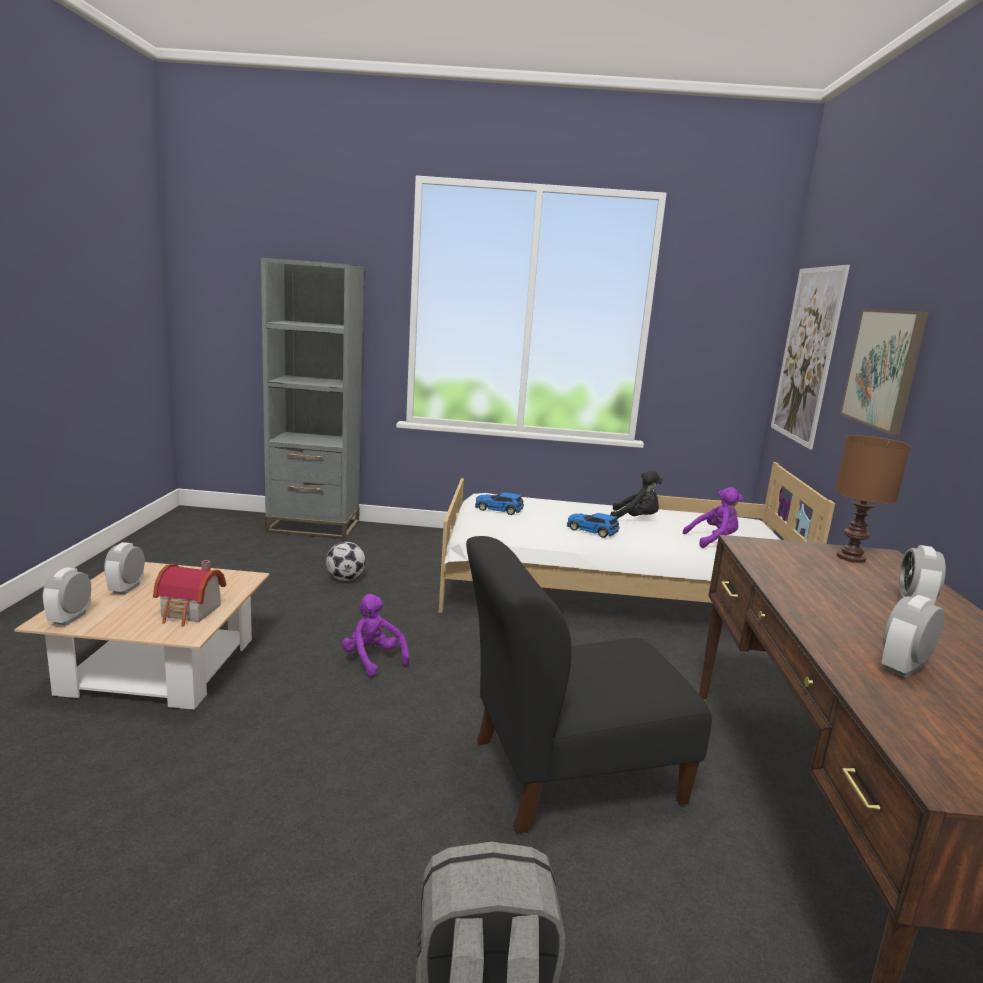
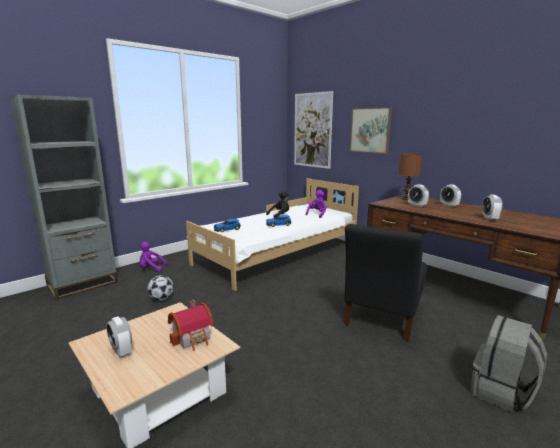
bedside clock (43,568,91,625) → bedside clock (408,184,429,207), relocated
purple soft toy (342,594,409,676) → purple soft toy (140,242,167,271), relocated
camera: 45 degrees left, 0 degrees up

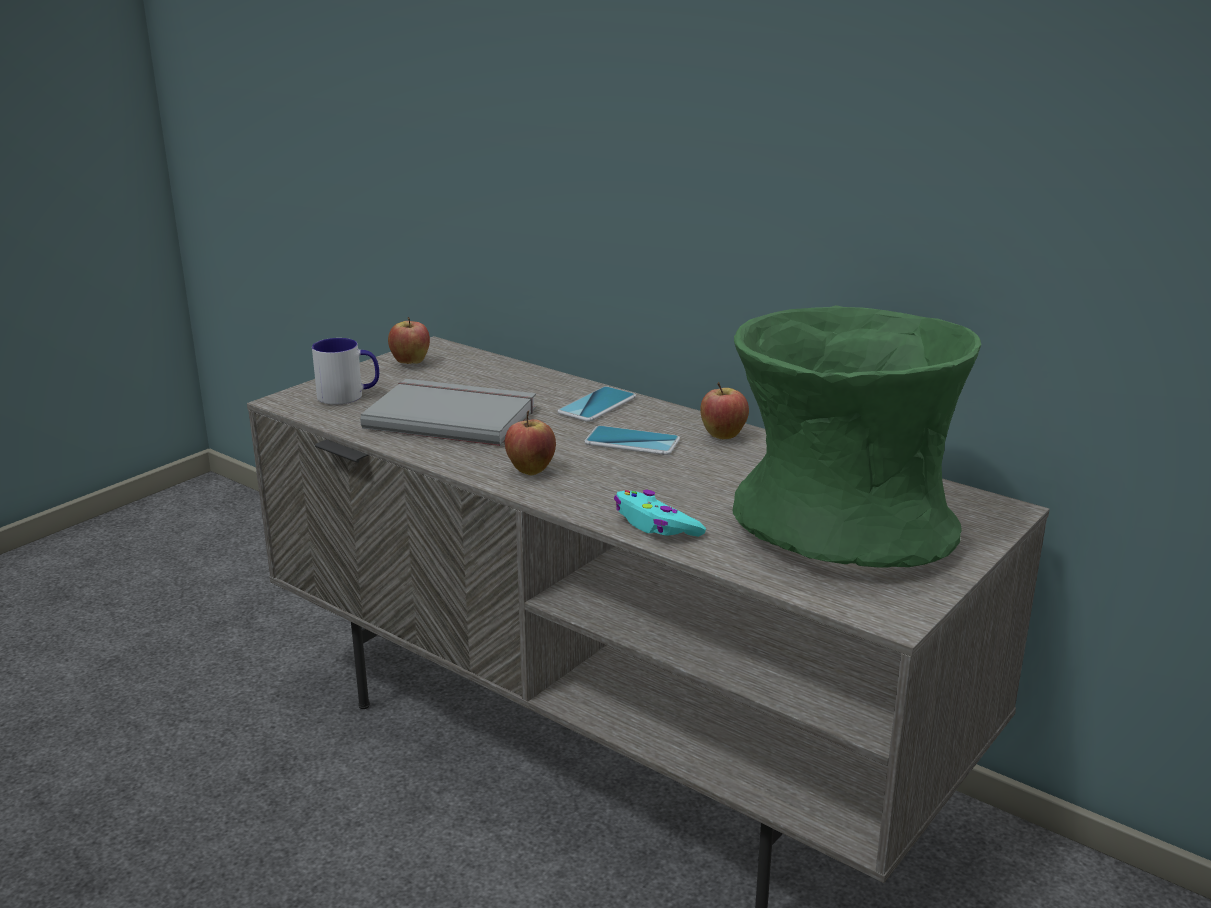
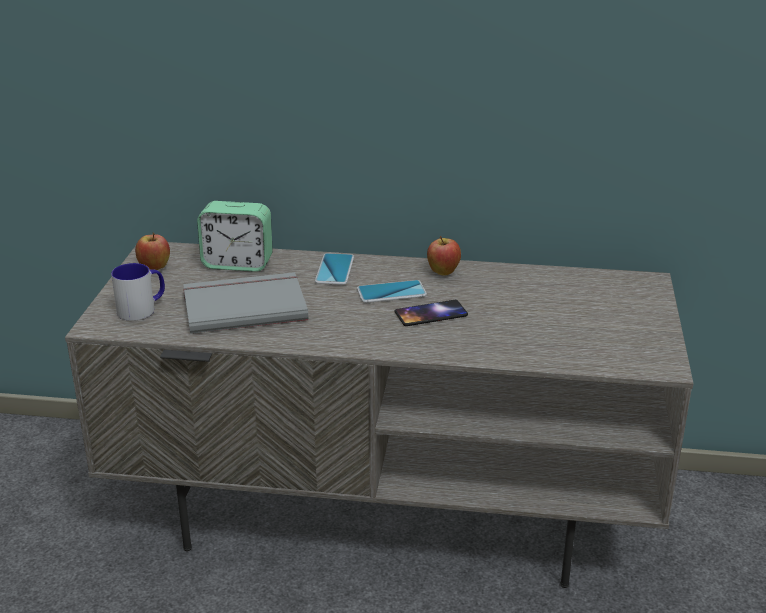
whole apple (505,411,556,475) → -
turquoise gamepad (614,490,706,537) → -
green vase (732,305,981,568) → -
- → bedside clock (197,201,273,272)
- → handset (395,300,468,326)
camera: 30 degrees left, 5 degrees up

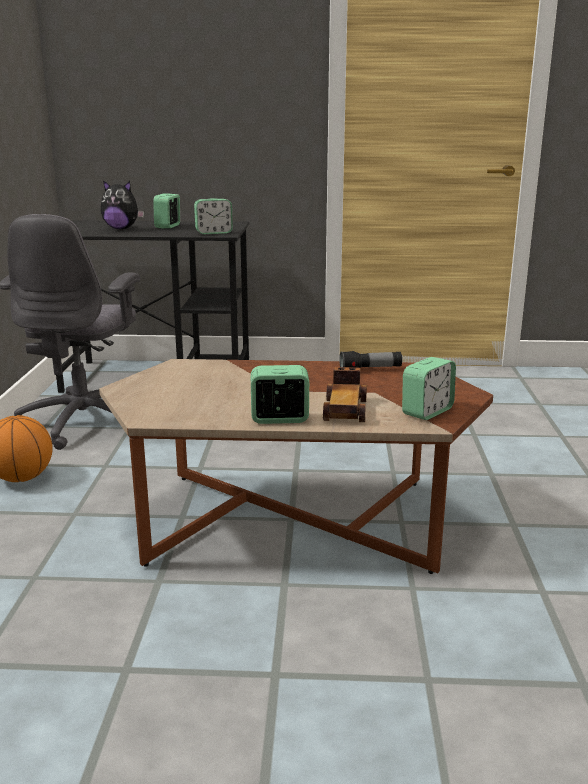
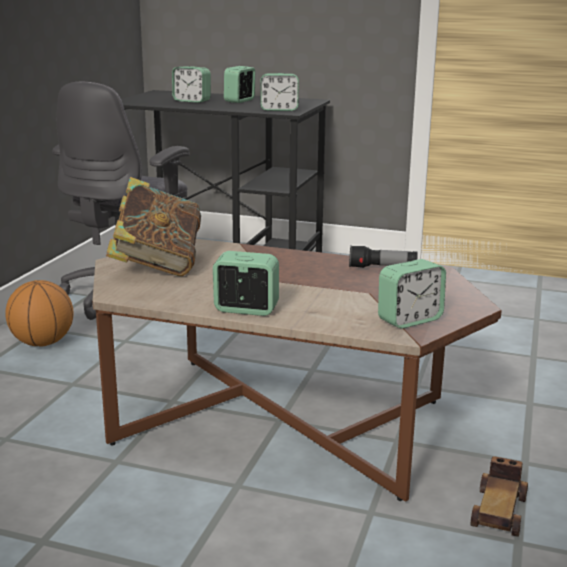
- → bound book (106,177,201,276)
model car (323,367,367,422) → model car (470,456,528,537), relocated
soft toy (101,181,144,229) → bedside clock (172,66,211,103)
camera: 15 degrees right, 0 degrees up

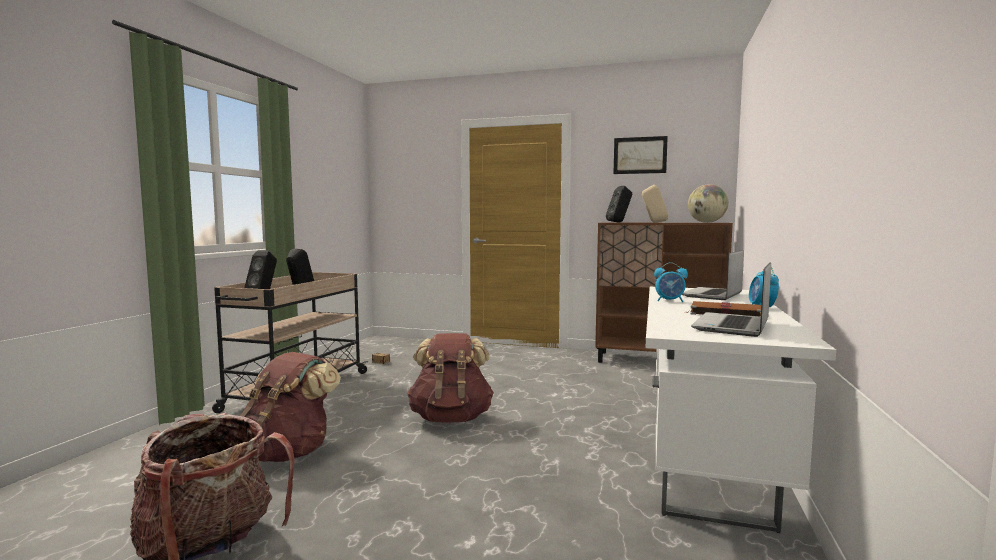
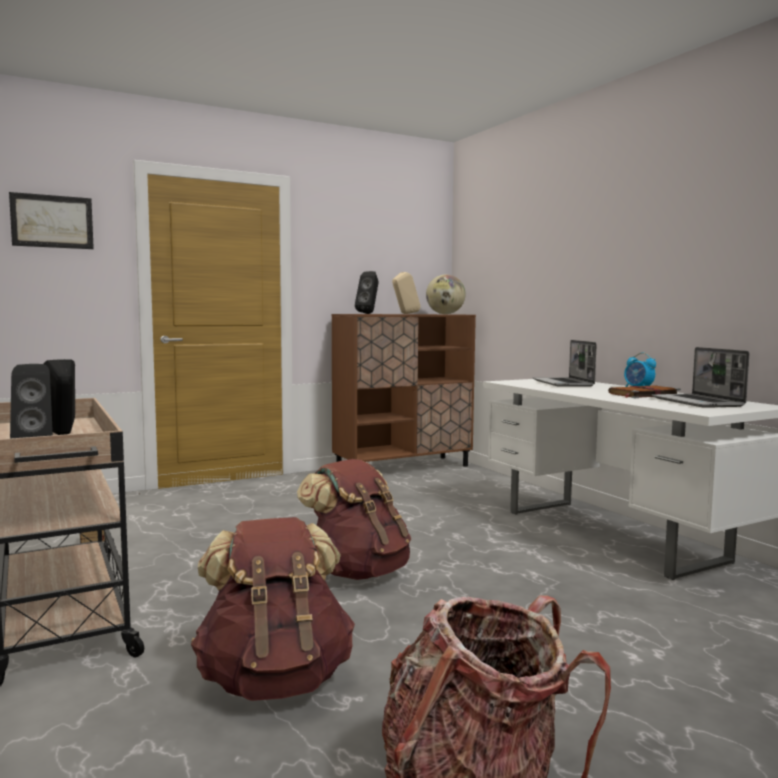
bedside clock (654,262,688,302) → -
picture (613,136,668,174) → picture (9,192,94,249), relocated
camera: 45 degrees left, 0 degrees up

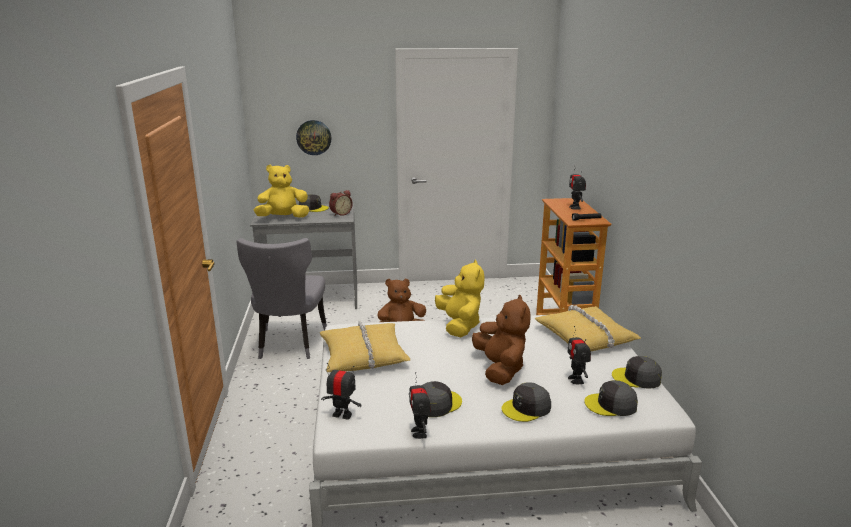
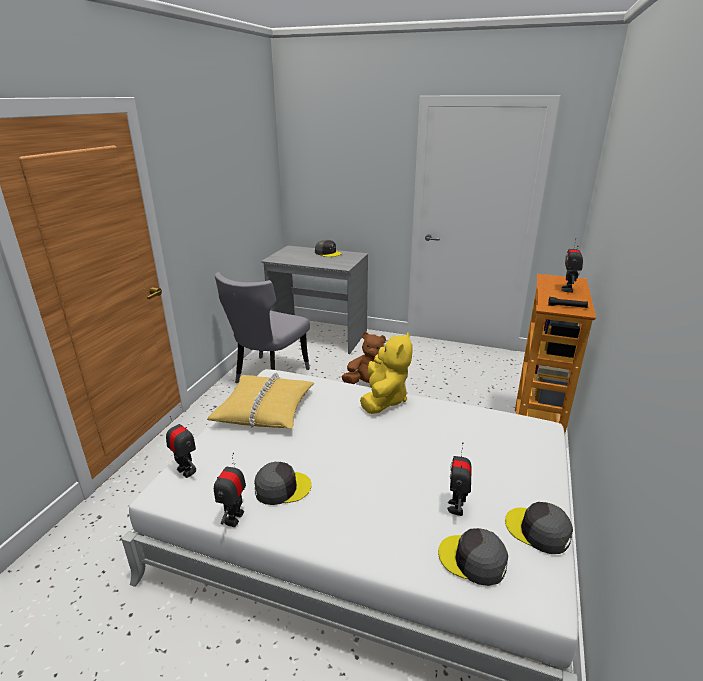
yellow-coloured soft toy (254,165,310,218) → -
wall clock (296,120,331,155) → -
bedside clock (329,190,353,216) → -
brown-coloured soft toy (472,295,531,385) → -
grey baseball cap (501,382,551,422) → -
yellow-coloured cushion (535,305,641,351) → -
camera: 25 degrees right, 5 degrees up

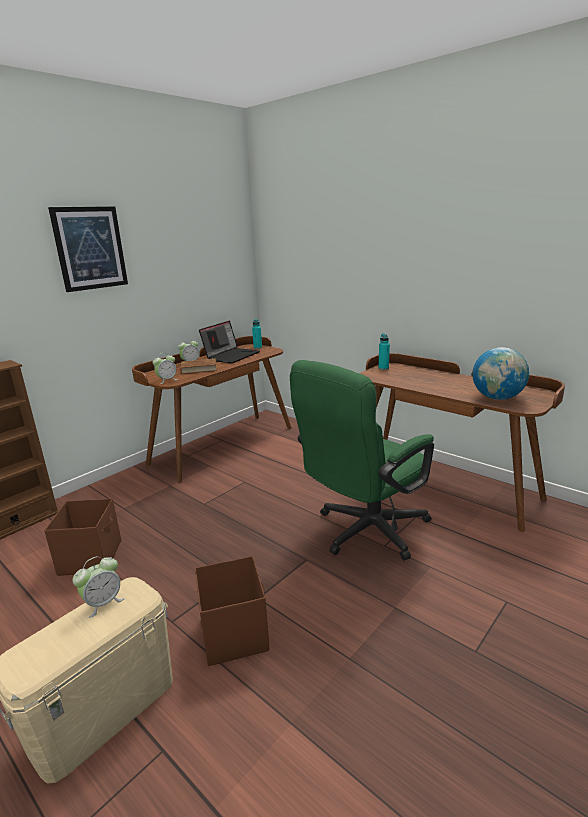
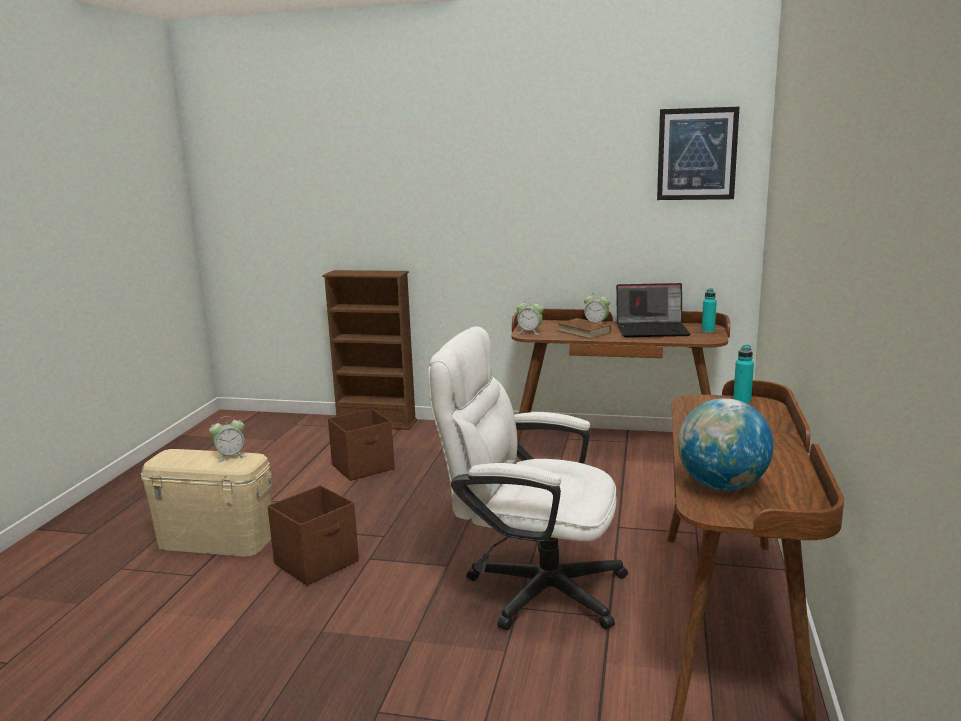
picture (48,206,128,292) → picture (657,107,740,200), relocated
green computer chair (290,360,434,560) → whitish computer chair (428,326,628,630)
bedside clock (72,556,125,618) → bedside clock (209,416,247,462), 45 degrees counterclockwise
camera: 60 degrees right, 5 degrees down

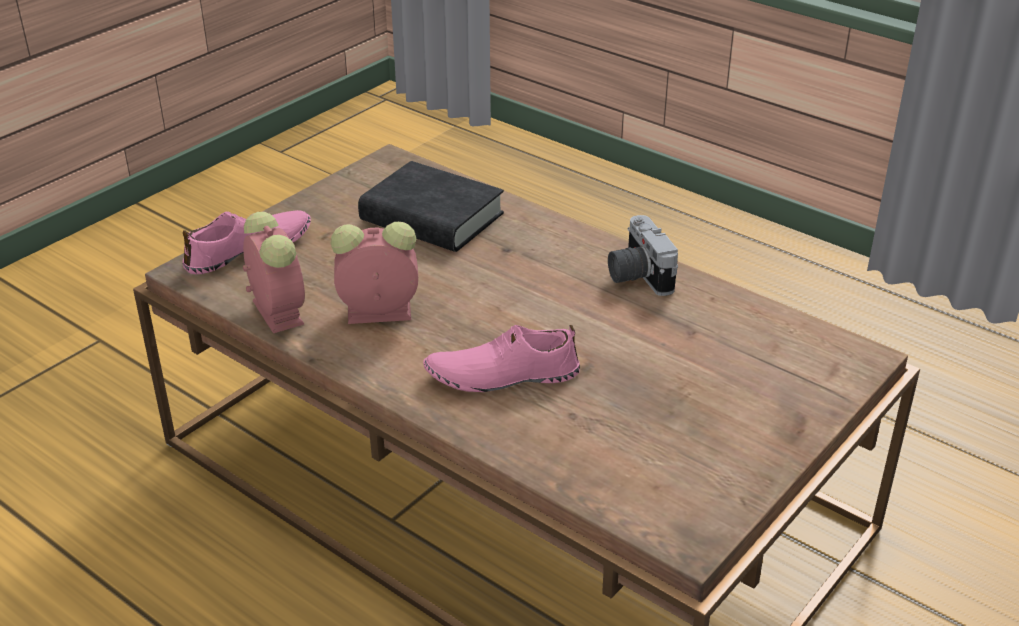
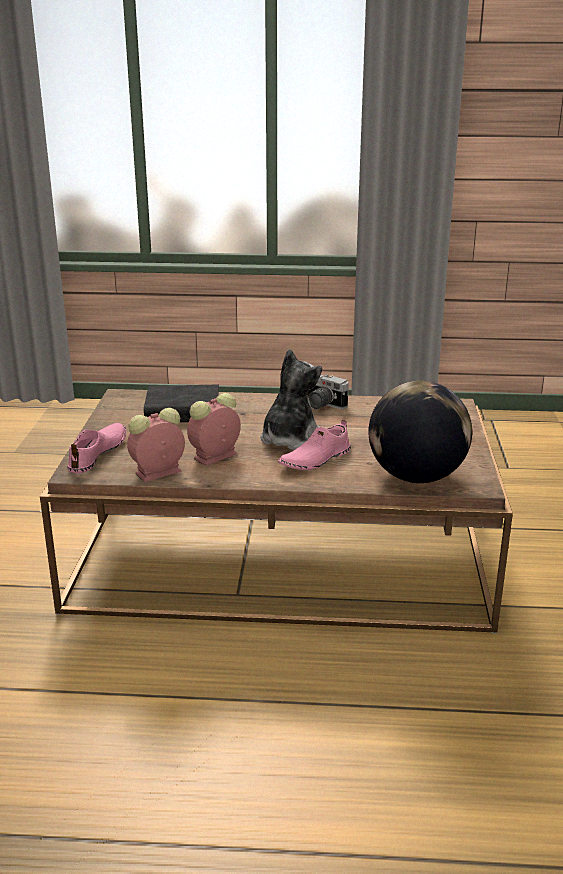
- → soft toy (260,349,322,450)
- → desk globe (368,381,472,483)
bedside clock (243,212,305,333) → bedside clock (127,408,185,482), 60 degrees counterclockwise
camera: 35 degrees left, 10 degrees down

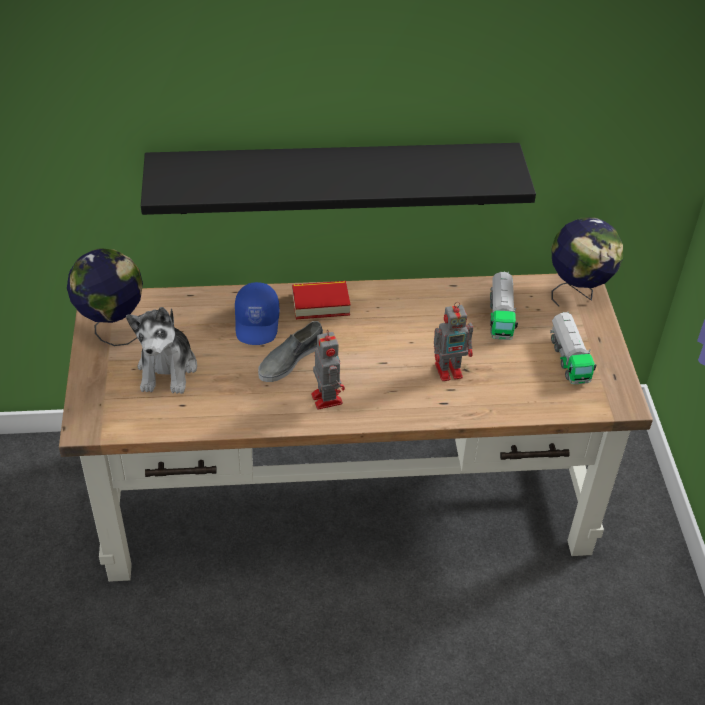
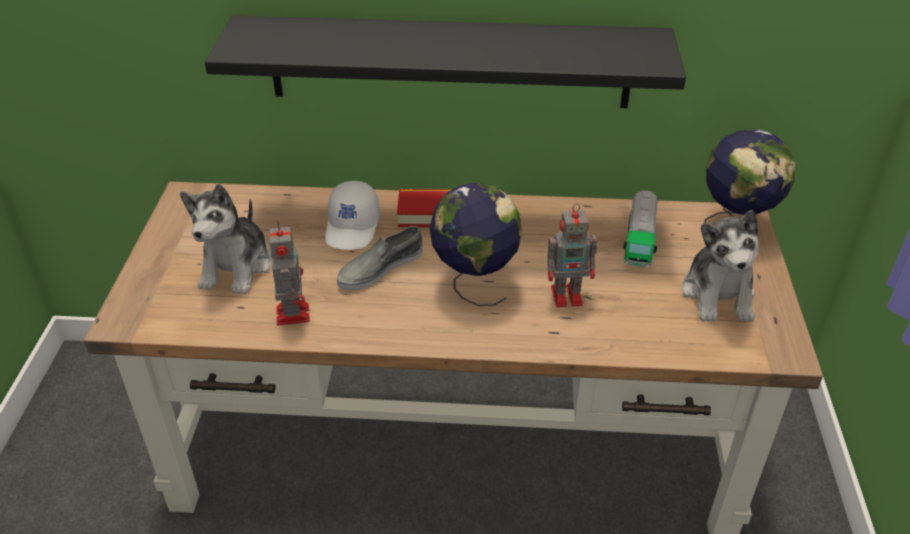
desk globe (67,248,143,346) → desk globe (430,182,522,306), relocated
toy robot (311,329,345,410) → toy robot (269,221,310,325), relocated
model truck (550,312,596,384) → soft toy (682,210,759,322)
blue-coloured baseball cap (235,282,279,345) → whitish baseball cap (325,181,380,250)
camera: 10 degrees right, 5 degrees down

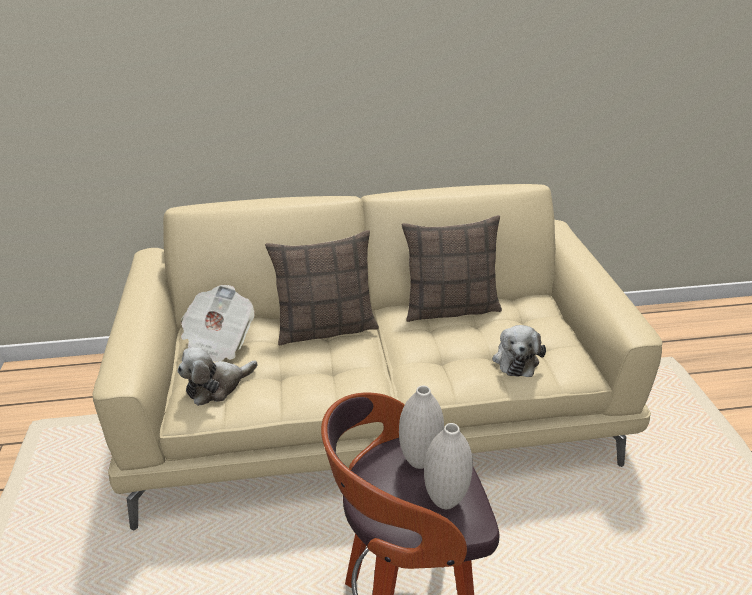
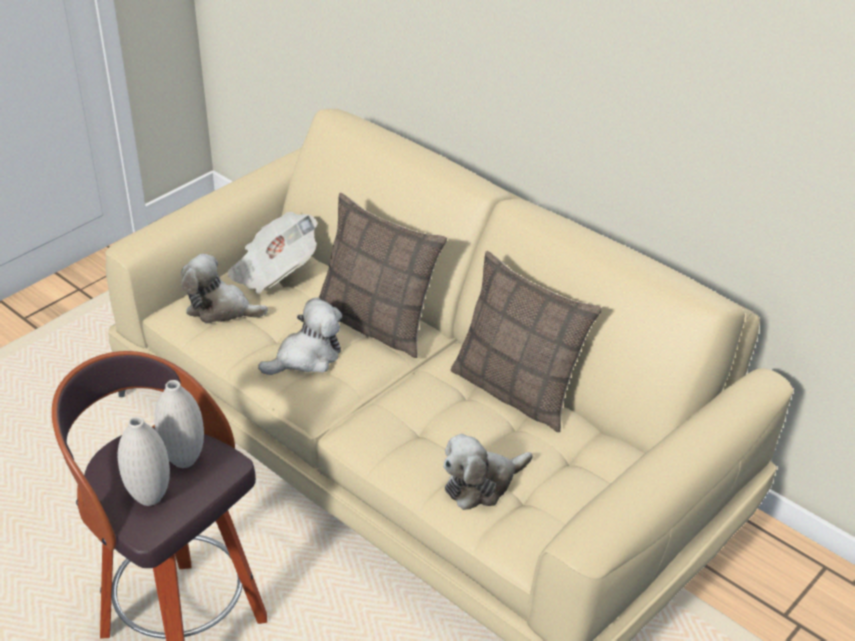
- → soft toy (258,298,342,375)
camera: 50 degrees right, 5 degrees up

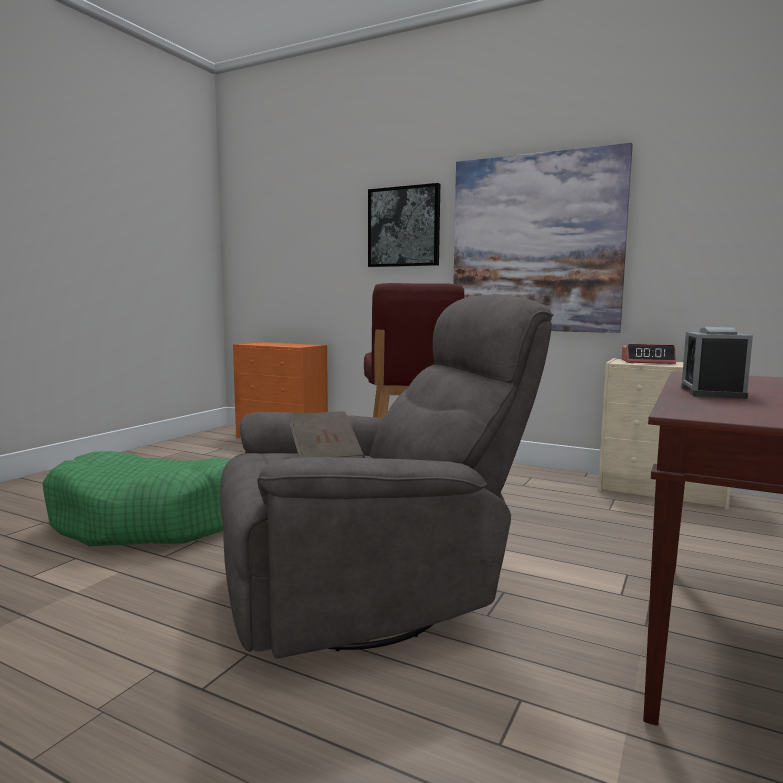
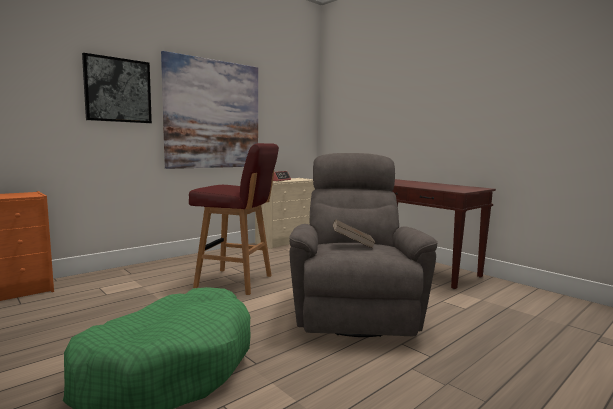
bedside clock (681,327,753,399) → -
camera: 70 degrees left, 0 degrees up

